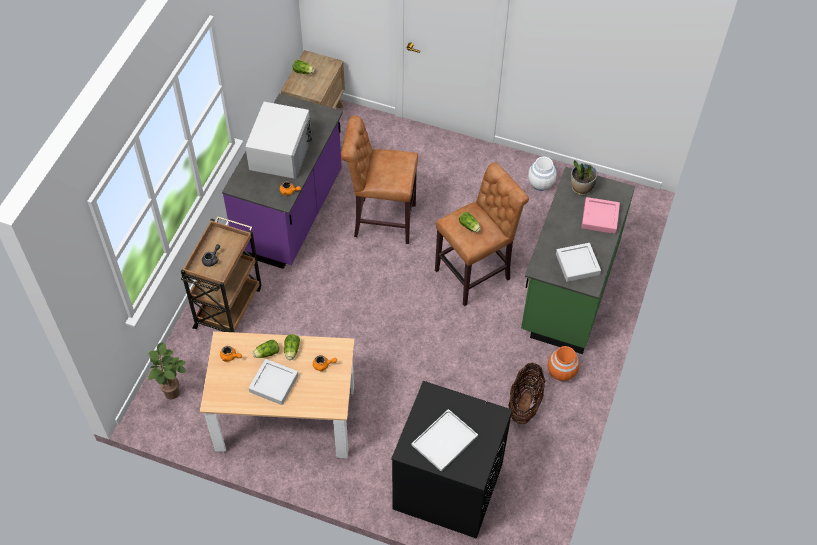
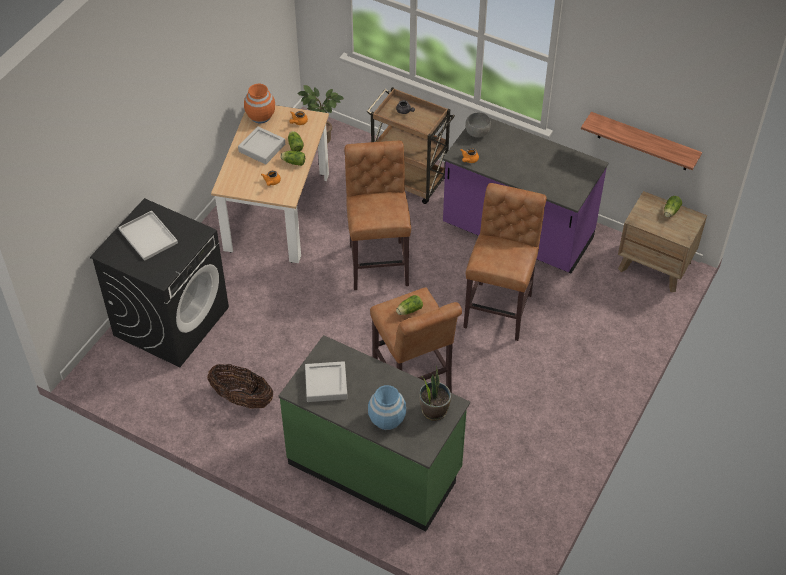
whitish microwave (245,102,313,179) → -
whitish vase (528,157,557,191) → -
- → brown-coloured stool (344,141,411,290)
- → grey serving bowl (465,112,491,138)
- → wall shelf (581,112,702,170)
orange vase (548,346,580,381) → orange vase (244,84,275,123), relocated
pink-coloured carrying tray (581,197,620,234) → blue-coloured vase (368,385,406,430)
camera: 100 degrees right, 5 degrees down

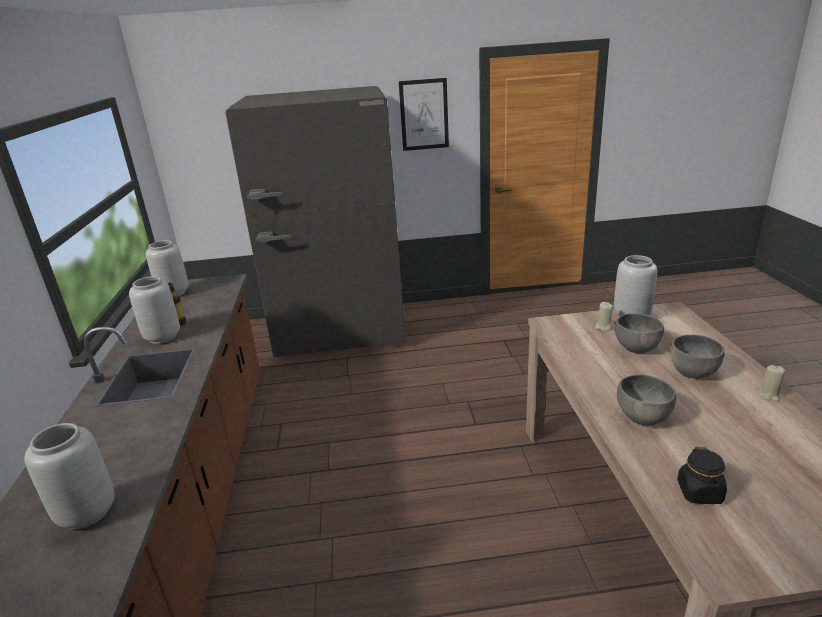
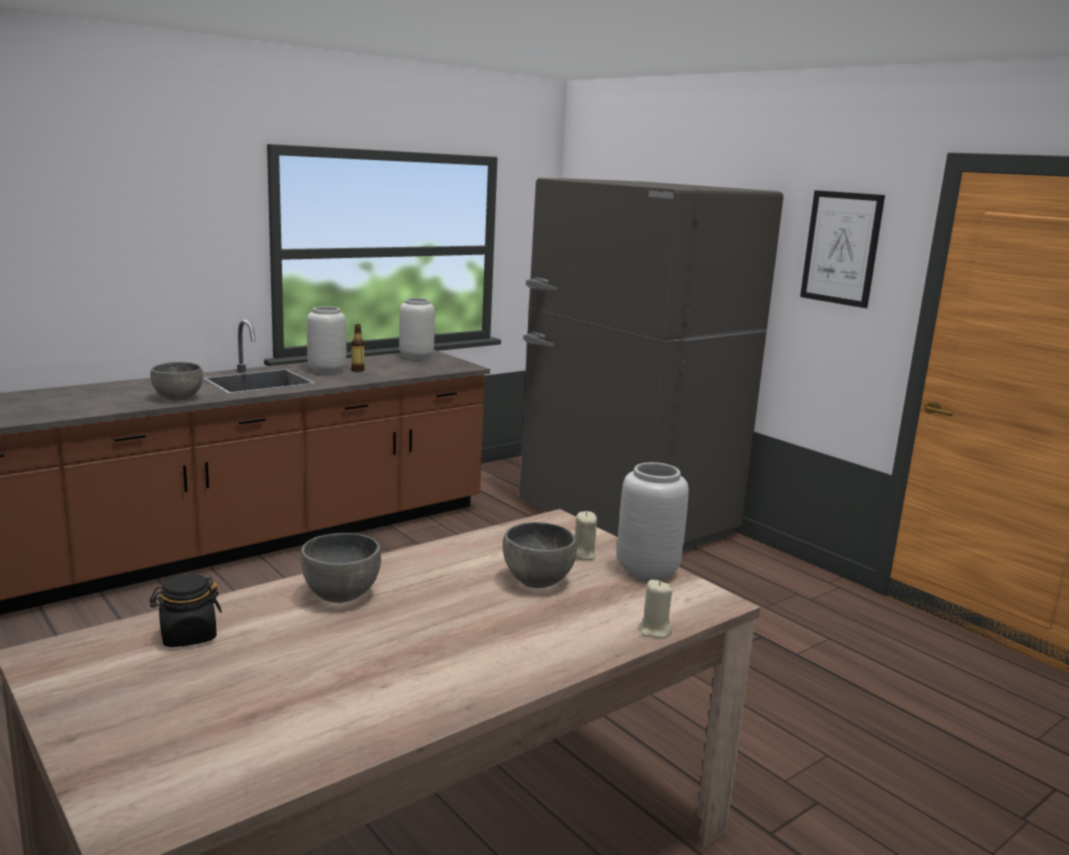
grey vase (25,423,115,529) → -
grey serving bowl (670,335,725,379) → grey serving bowl (150,362,203,401), relocated
beige-coloured wax candle (758,365,785,402) → beige-coloured wax candle (638,580,672,638), relocated
camera: 55 degrees right, 10 degrees down

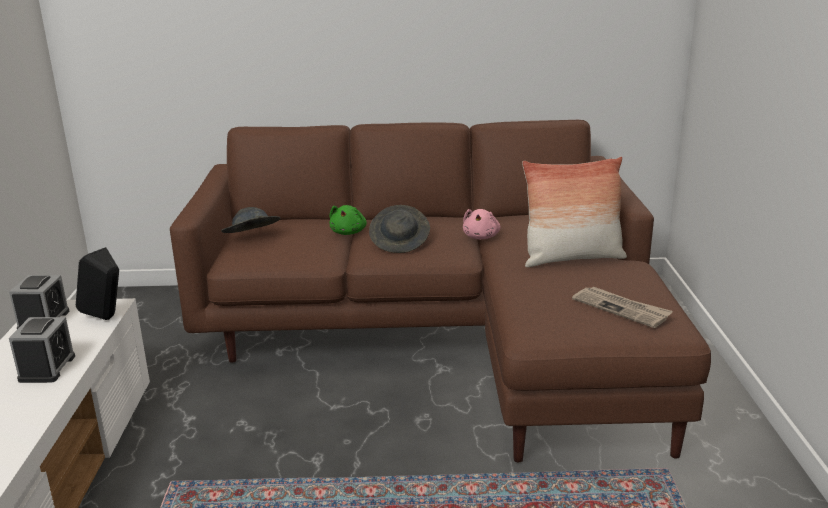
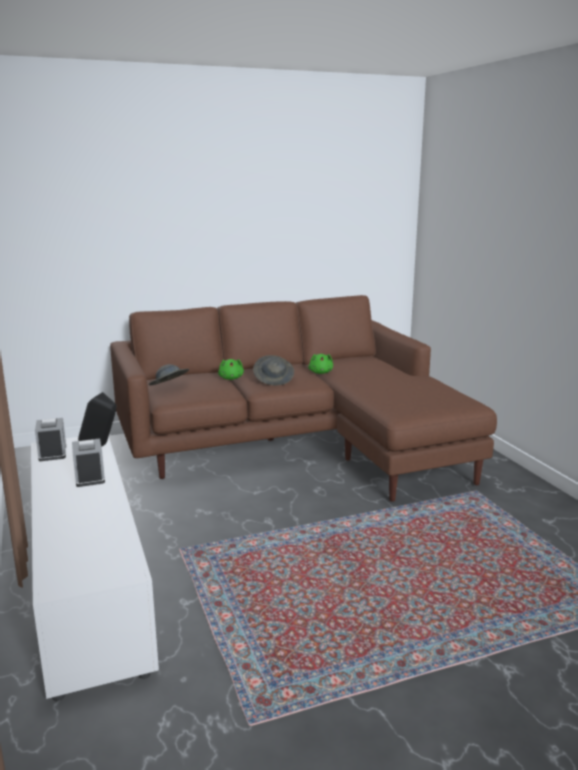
cushion (522,157,627,267) → -
printed paper (572,286,673,328) → -
pink-coloured soft toy (463,209,501,239) → green soft toy (308,354,333,374)
camera: 20 degrees left, 5 degrees down

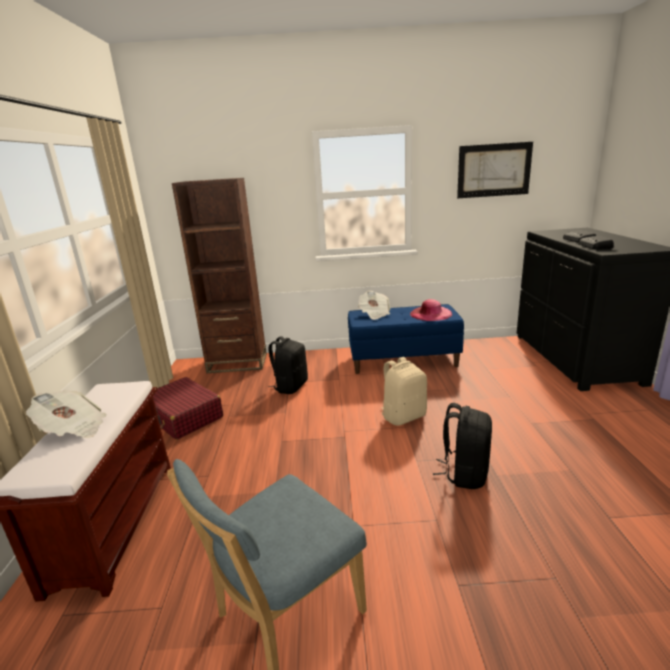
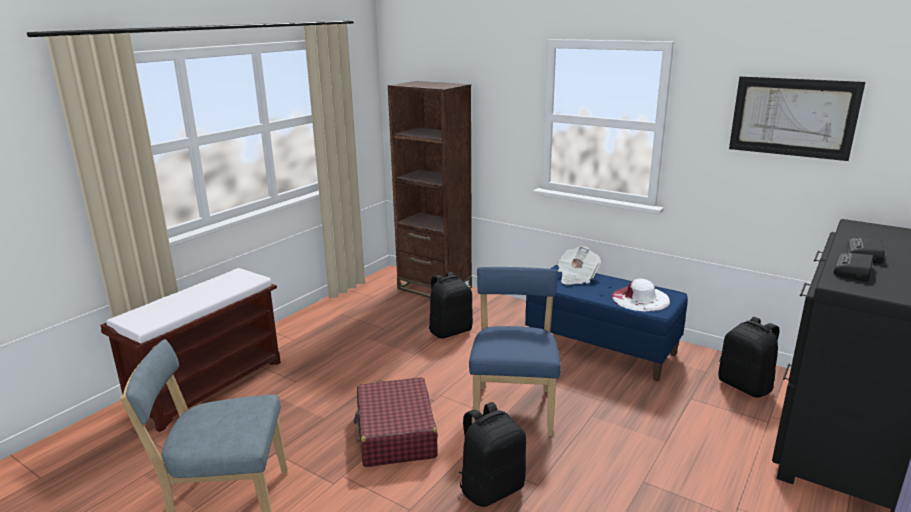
printed paper (26,391,107,438) → -
- → blackish backpack (718,317,780,398)
reddish suitcase (153,377,223,440) → reddish suitcase (354,377,438,467), relocated
beige-coloured backpack (381,357,427,426) → blue-coloured plain chair (469,267,561,436)
pink-coloured hat (410,299,452,321) → whitish hat (612,278,670,311)
camera: 35 degrees right, 0 degrees up

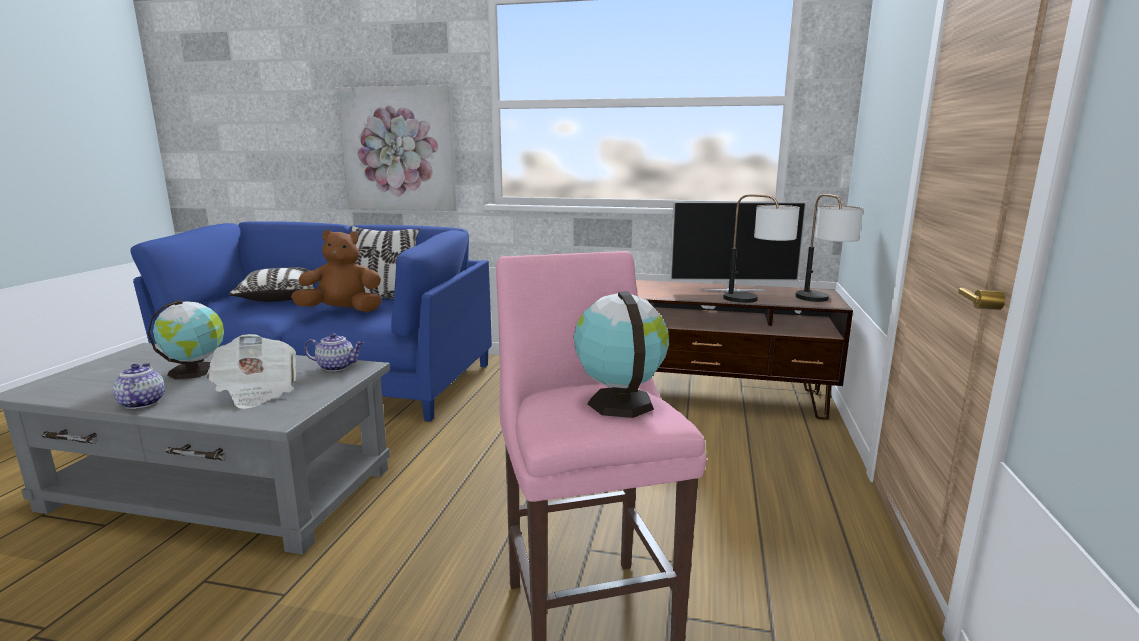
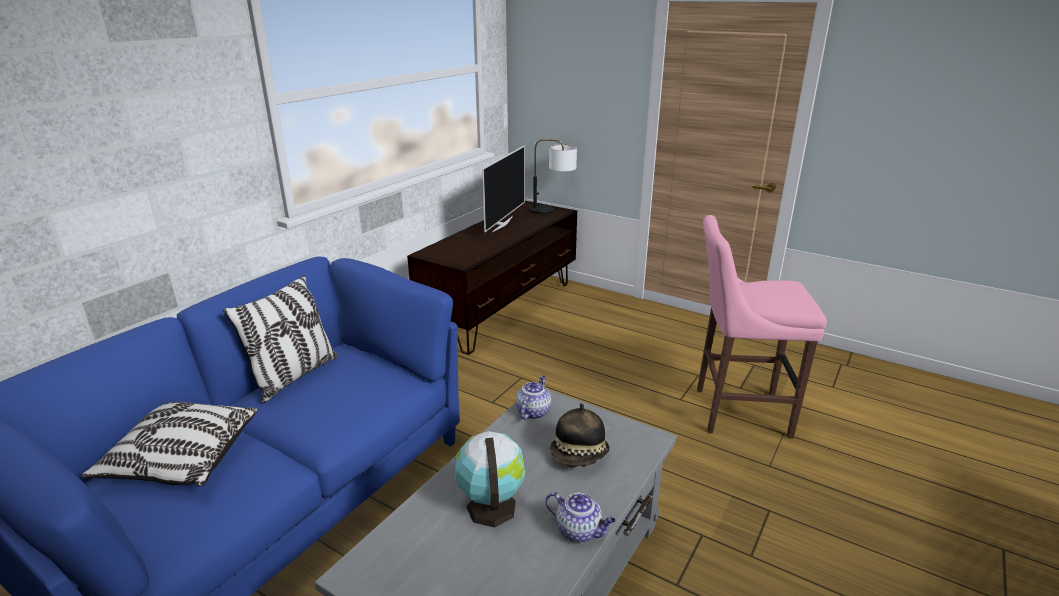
brown-coloured soft toy (291,230,382,312) → -
picture (336,85,457,211) → -
desk globe (574,291,669,418) → -
table lamp (723,194,800,303) → -
printed paper (206,334,296,409) → hat (550,403,610,468)
tea pot (112,363,165,409) → tea pot (546,492,616,542), 150 degrees counterclockwise
camera: 70 degrees left, 10 degrees up

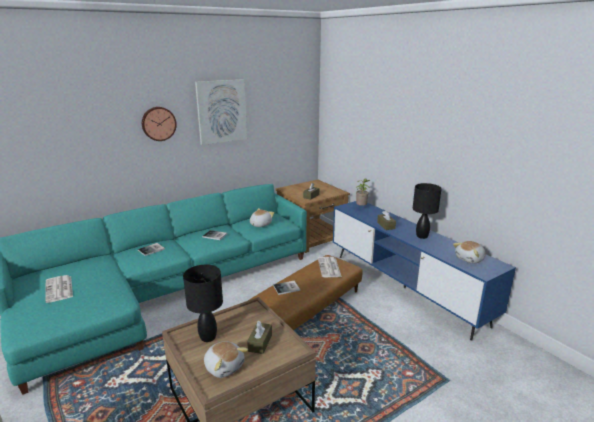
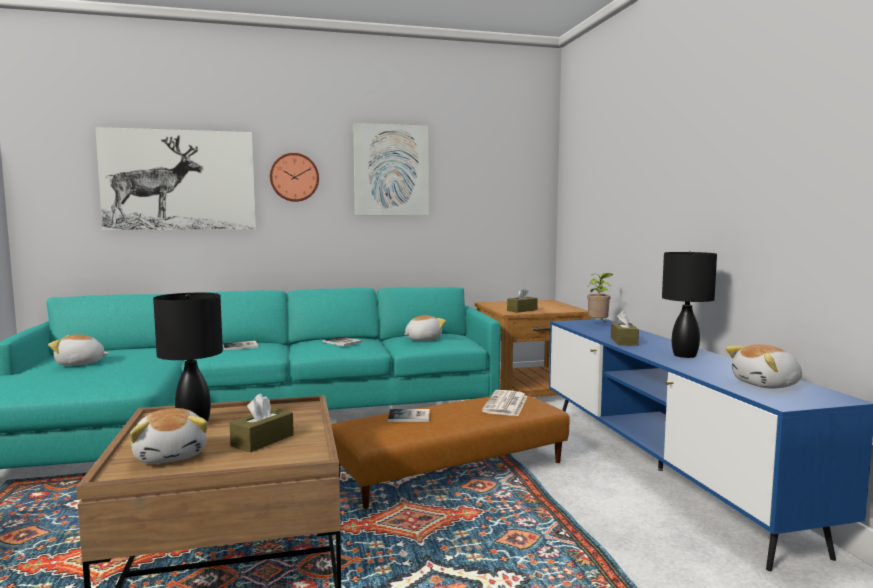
- → picture (95,127,256,230)
printed paper (45,275,73,303) → soft toy (48,334,109,366)
camera: 20 degrees right, 15 degrees down

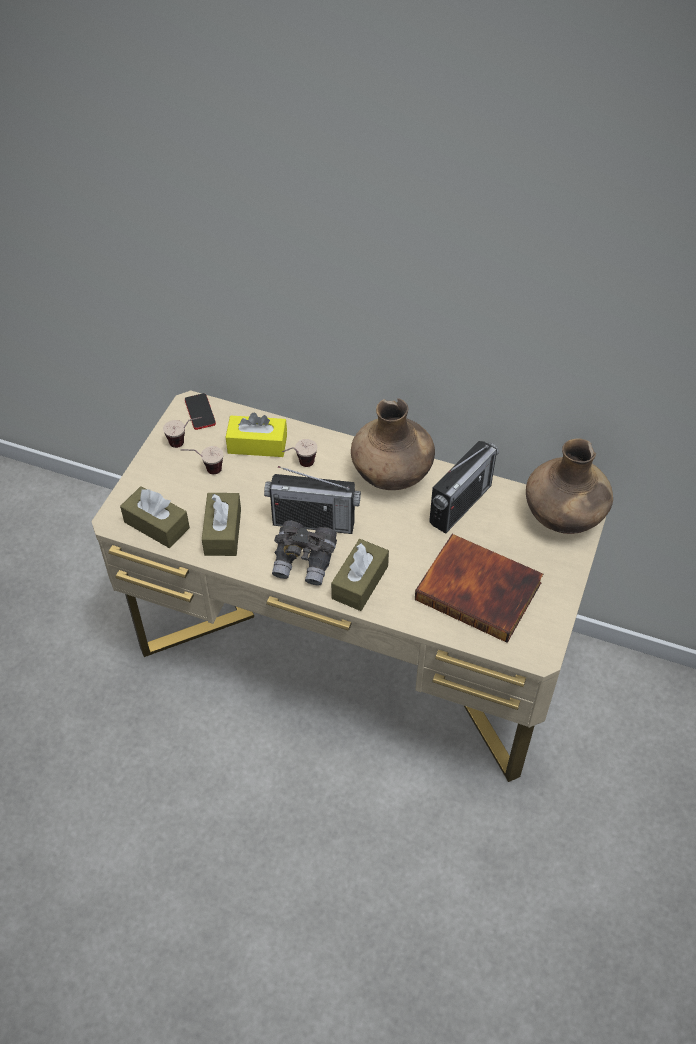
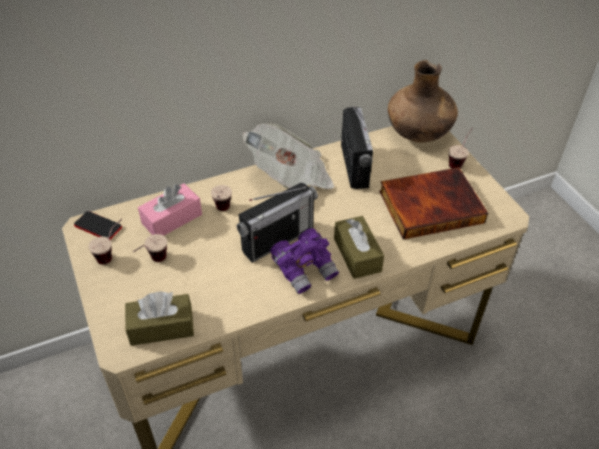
brown-coloured tissue box (202,493,241,556) → -
- → drinking cup (449,128,473,169)
brown-coloured vase (351,398,435,490) → printed paper (243,123,334,189)
yellow-coloured tissue box (226,413,287,457) → pink-coloured tissue box (138,183,202,236)
grey pair of binoculars (272,520,337,585) → purple pair of binoculars (270,228,339,294)
camera: 45 degrees left, 5 degrees down

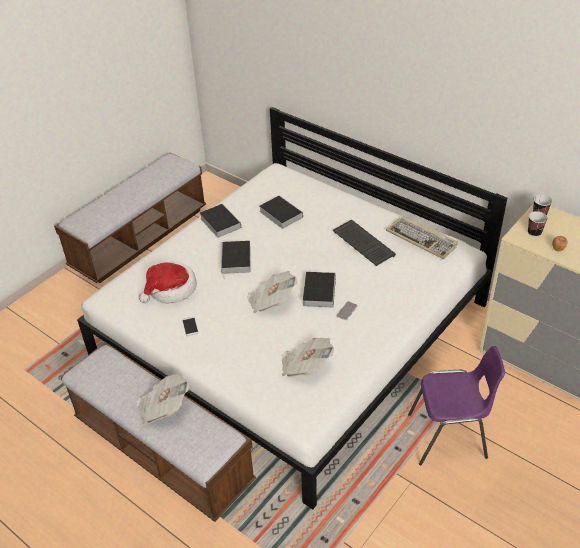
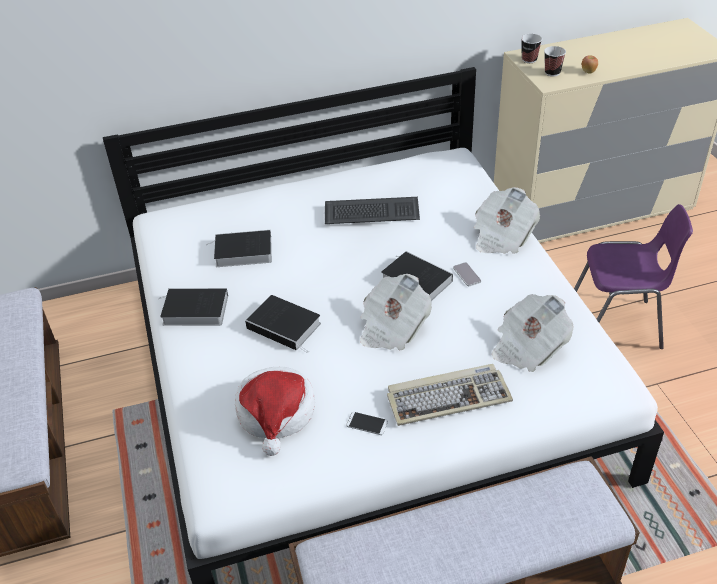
printed paper (136,373,189,424) → printed paper (474,187,540,254), relocated
computer keyboard (386,216,458,260) → computer keyboard (387,364,513,426), relocated
purple plain chair (408,346,505,465) → purple plain chair (574,204,693,349), 60 degrees clockwise
camera: 55 degrees left, 0 degrees up

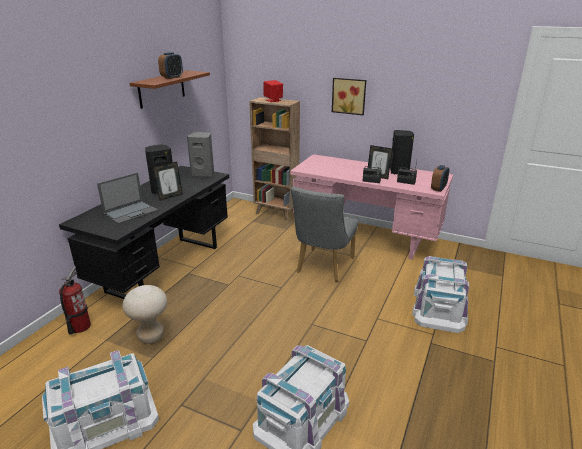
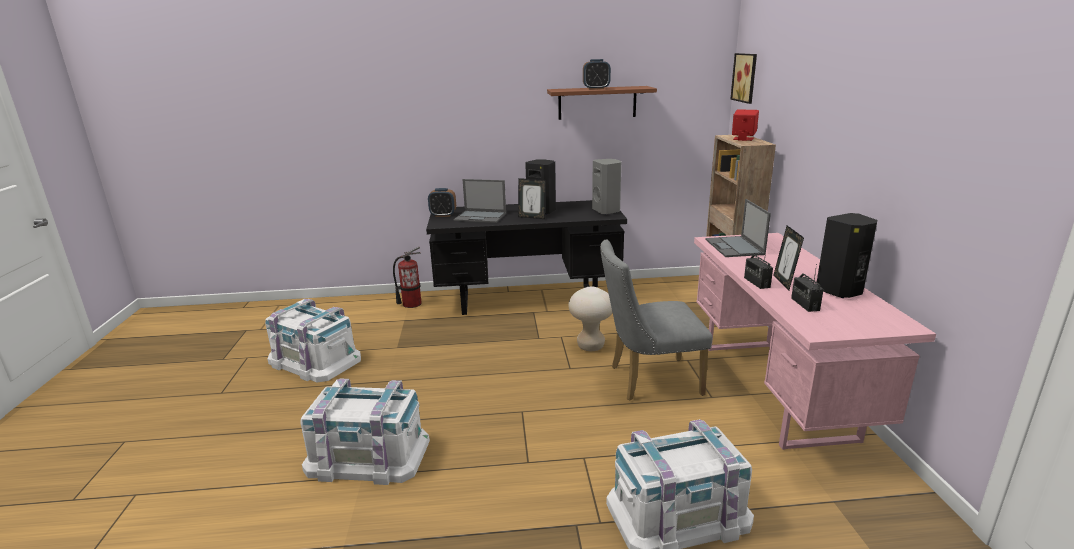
- → notebook computer (705,199,771,257)
beige-coloured stool (122,285,167,344) → beige-coloured stool (568,287,612,351), relocated
picture (332,78,366,115) → picture (730,53,757,104), relocated
bedside clock (431,165,450,192) → bedside clock (428,188,456,217), relocated
camera: 60 degrees right, 5 degrees down

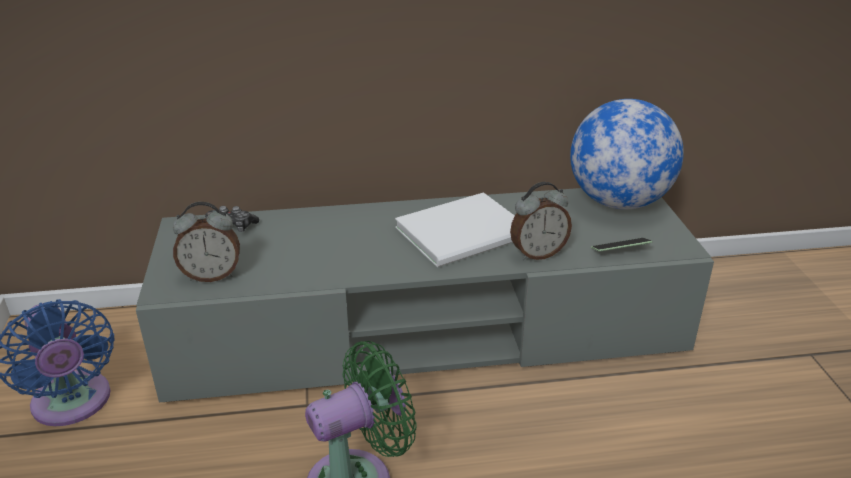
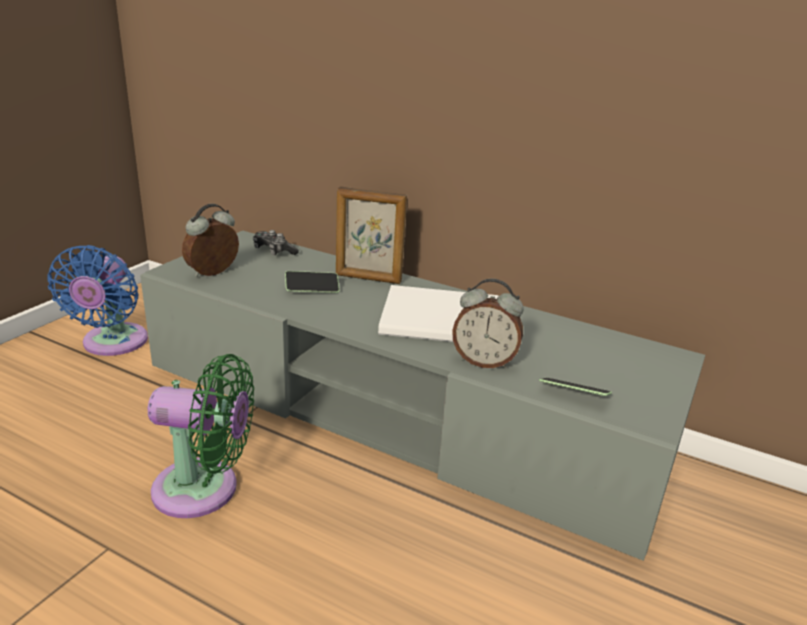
desk globe (570,99,684,210) → -
- → handset (285,271,340,293)
- → standing frame (336,186,407,284)
bedside clock (173,202,240,282) → bedside clock (182,204,239,277), 105 degrees clockwise
camera: 35 degrees right, 5 degrees down

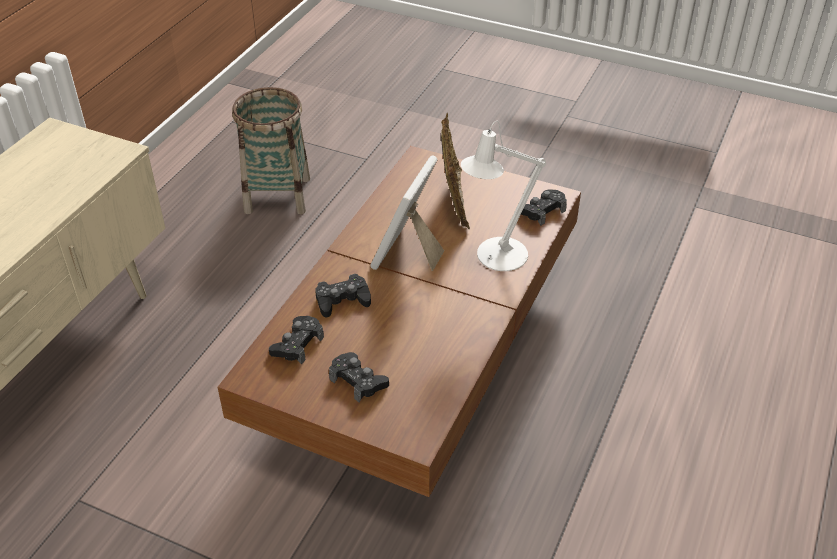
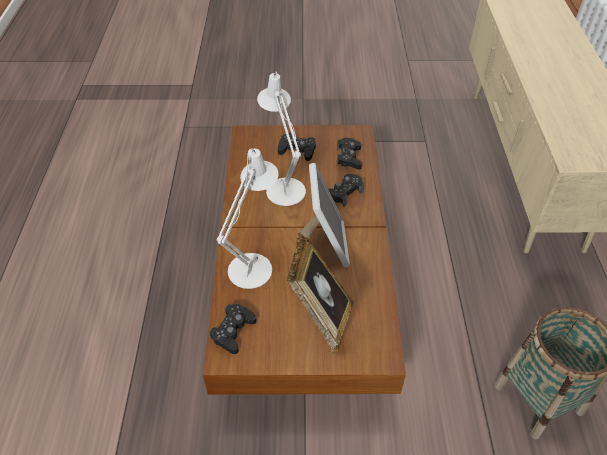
- → whitish table lamp (257,72,306,206)
camera: 155 degrees right, 5 degrees up

